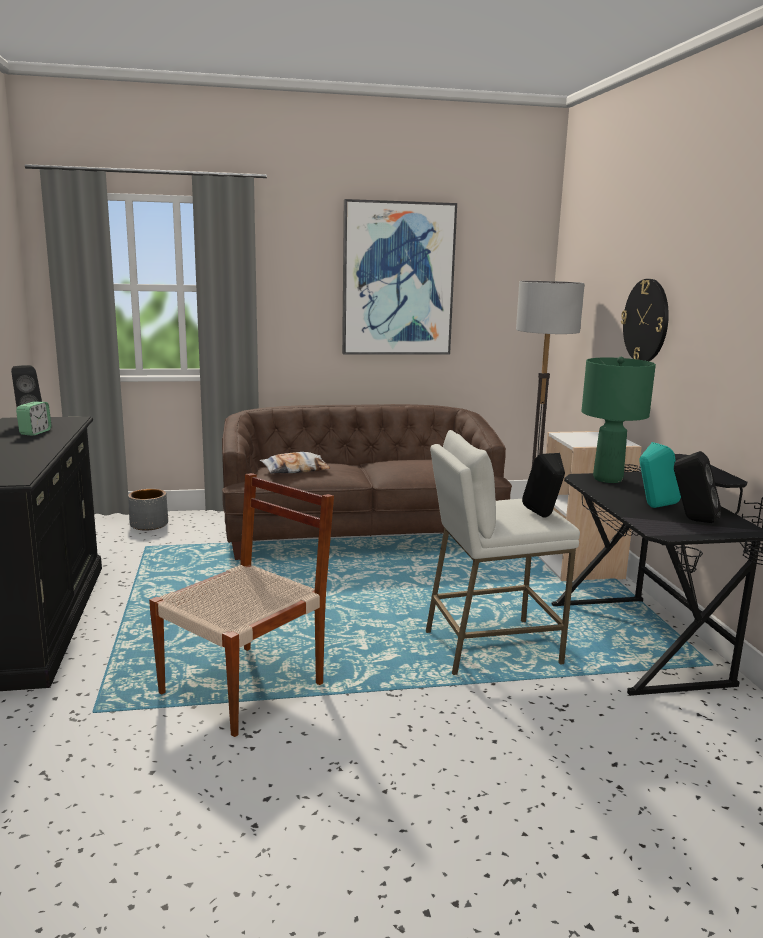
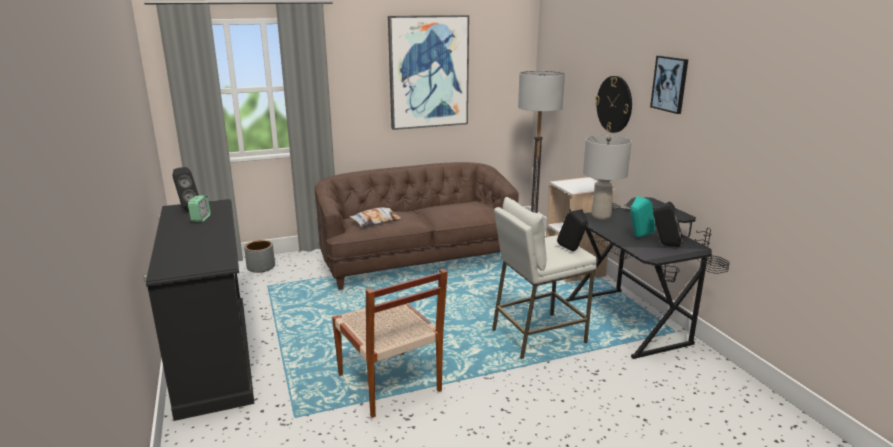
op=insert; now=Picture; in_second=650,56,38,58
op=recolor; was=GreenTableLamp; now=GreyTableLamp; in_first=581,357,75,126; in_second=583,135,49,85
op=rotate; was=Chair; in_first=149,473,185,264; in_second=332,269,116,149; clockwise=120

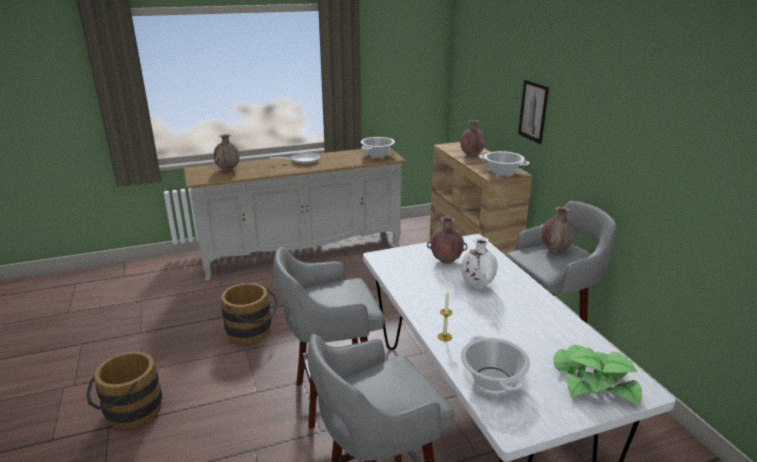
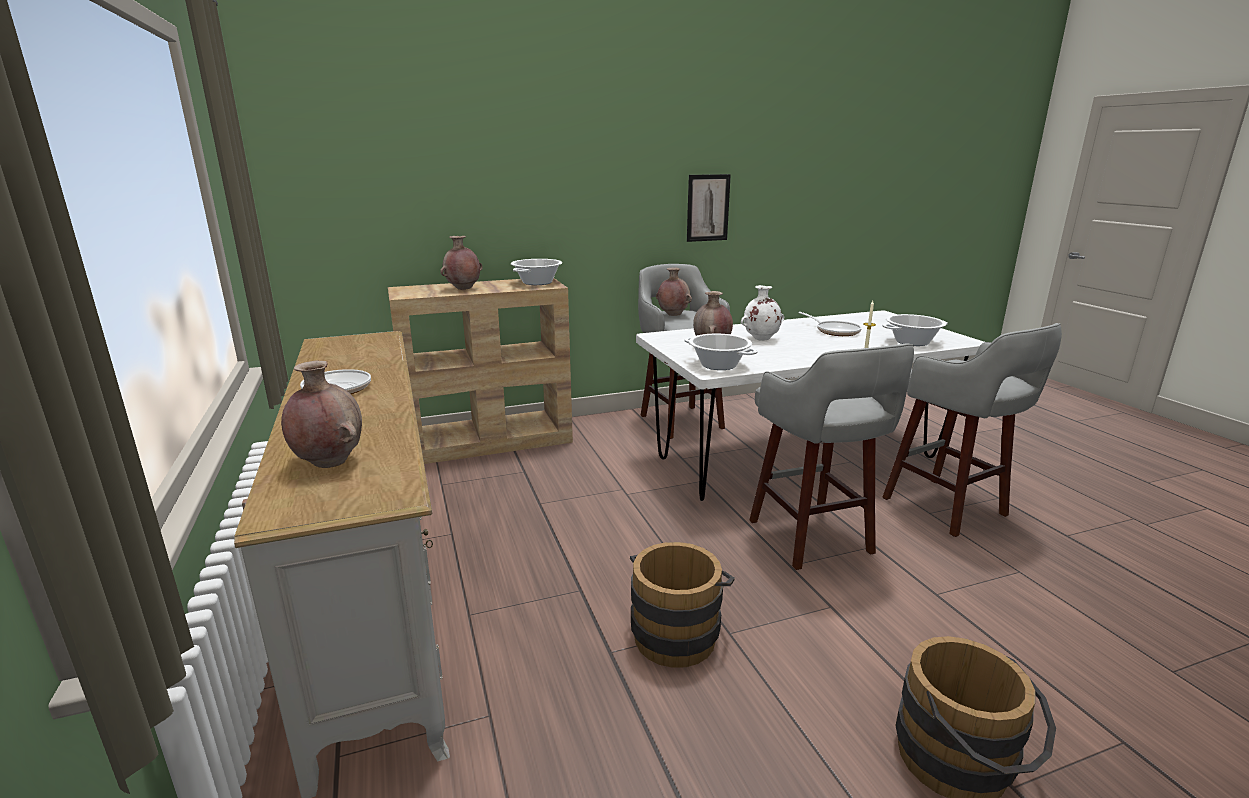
op=delete; was=PottedPlant; in_first=554,344,88,60
op=insert; now=FryingPan; in_second=799,312,63,24
op=move; was=CookingPot; in_first=361,137,34,20; in_second=685,334,73,36
op=move; was=Picture; in_first=518,79,31,65; in_second=687,174,44,68

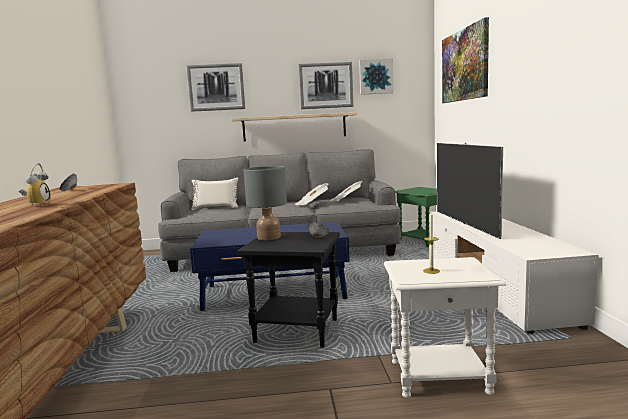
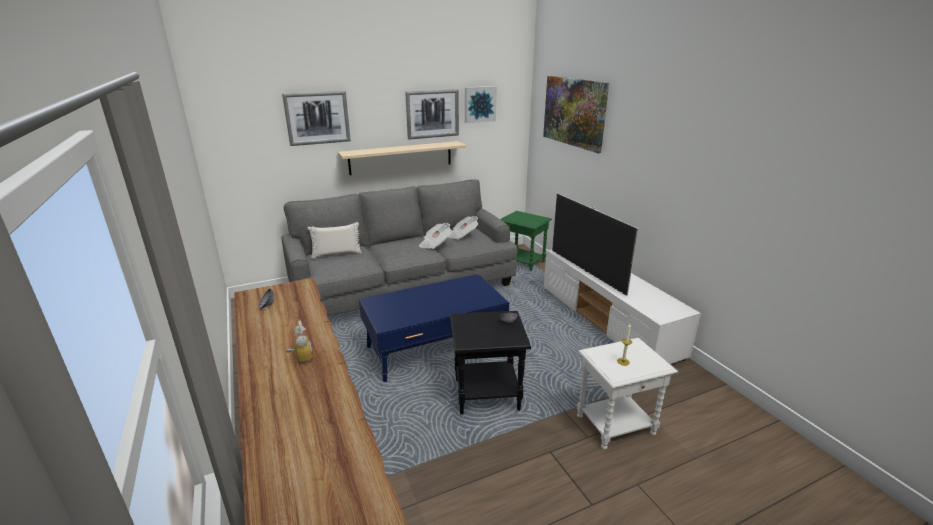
op=delete; was=GreyTableLamp; in_first=244,166,43,74

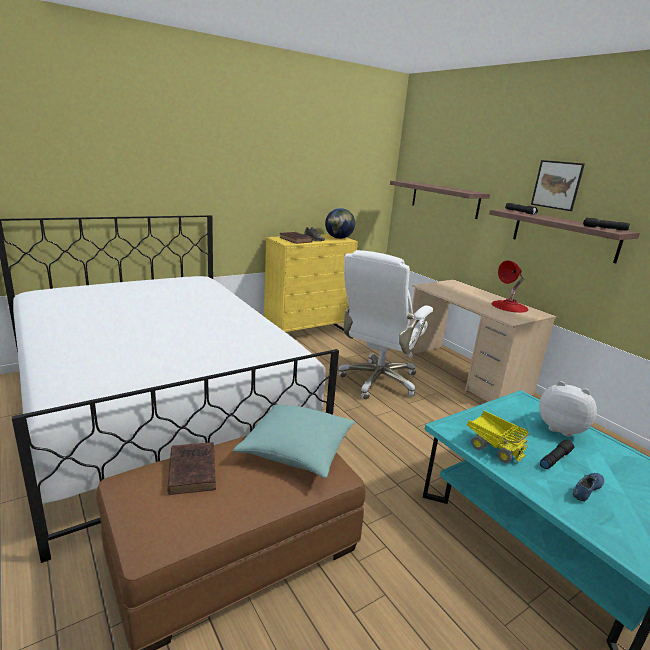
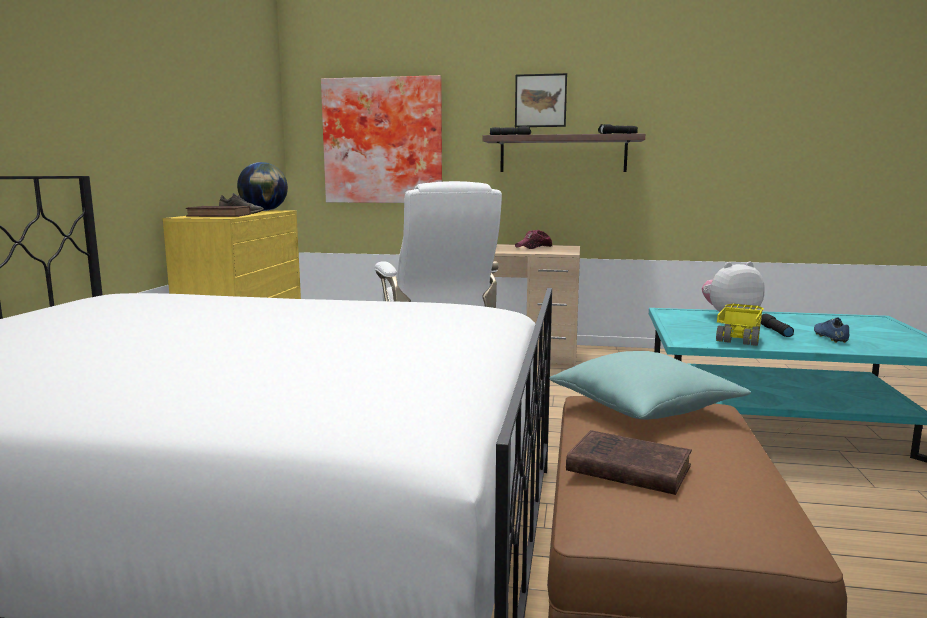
op=replace; was=Shelf; now=Picture; in_first=390,181,100,38; in_second=321,75,121,128
op=replace; was=RedTableLamp; now=Cap; in_first=492,260,36,53; in_second=515,230,37,19
op=rotate; was=ToyTruck; in_first=467,411,62,52; in_second=716,304,48,42; clockwise=-60

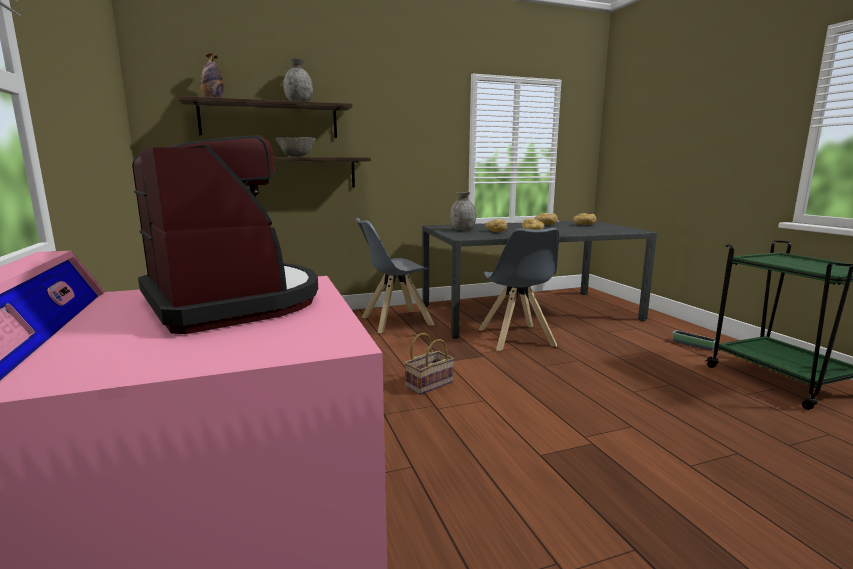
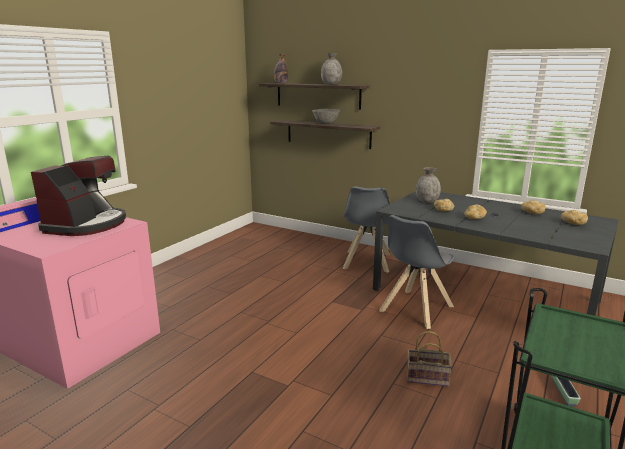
op=move; was=Basket; in_first=404,333,50,62; in_second=407,331,45,56
op=rotate; was=GreyChair; in_first=355,218,80,115; in_second=343,186,47,87; clockwise=-105

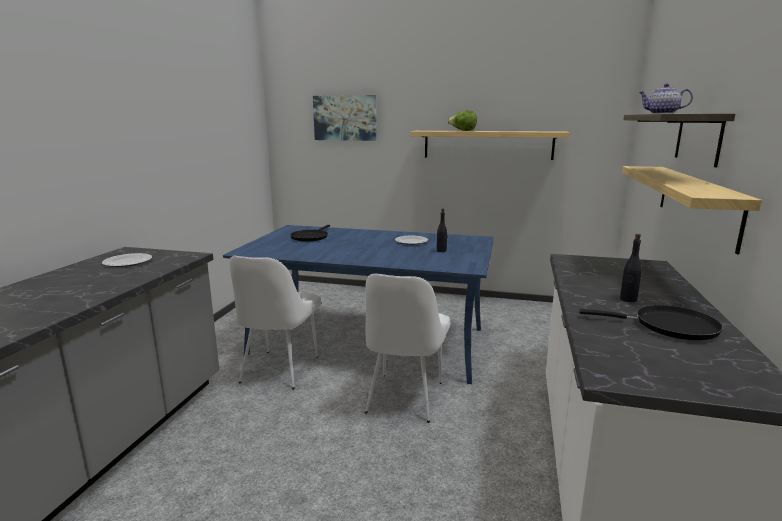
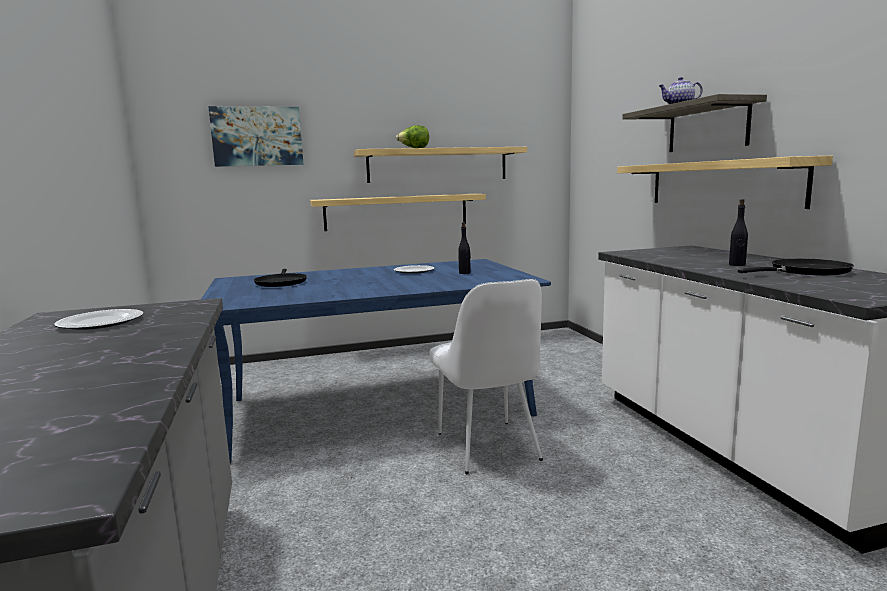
op=delete; was=WhiteChair; in_first=230,256,91,133
op=insert; now=Shelf; in_second=310,194,176,37

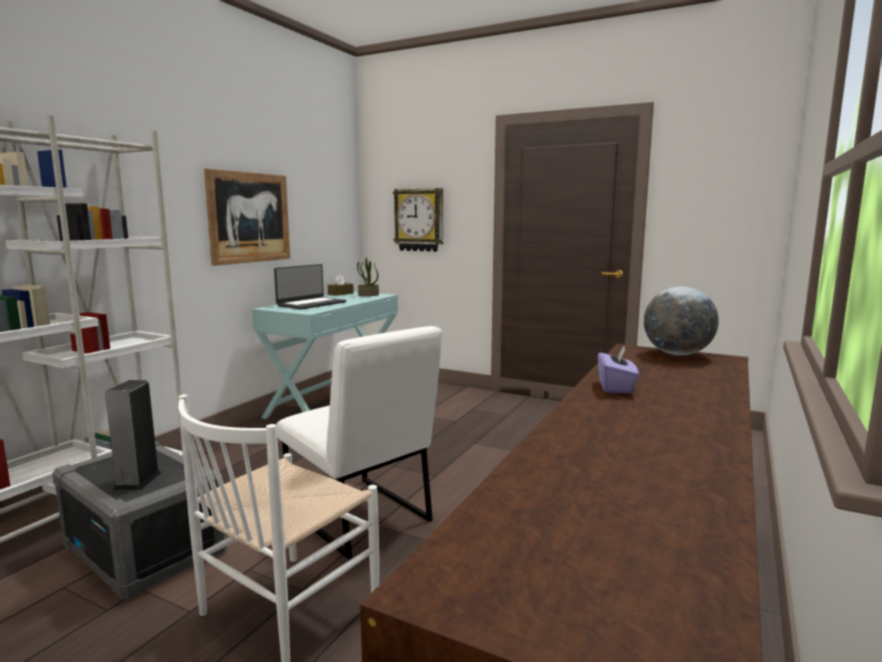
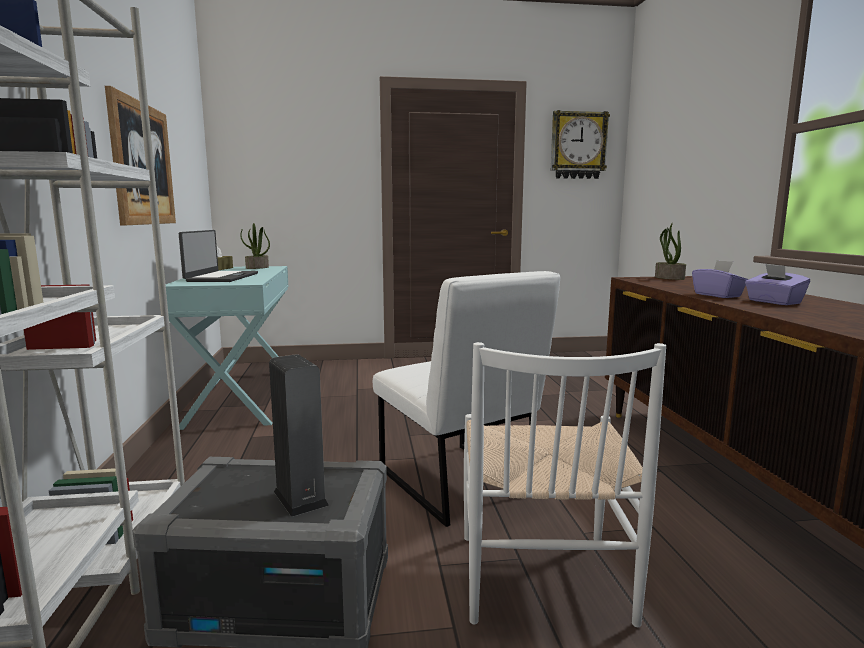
op=insert; now=PurpleTissueBox; in_second=745,264,65,41
op=move; was=WallClock; in_first=393,188,50,64; in_second=551,110,59,69
op=replace; was=Globe; now=PottedPlant; in_first=644,286,75,70; in_second=655,222,31,58
op=rotate; was=WhiteChair; in_first=276,326,166,233; in_second=373,271,187,256; clockwise=45

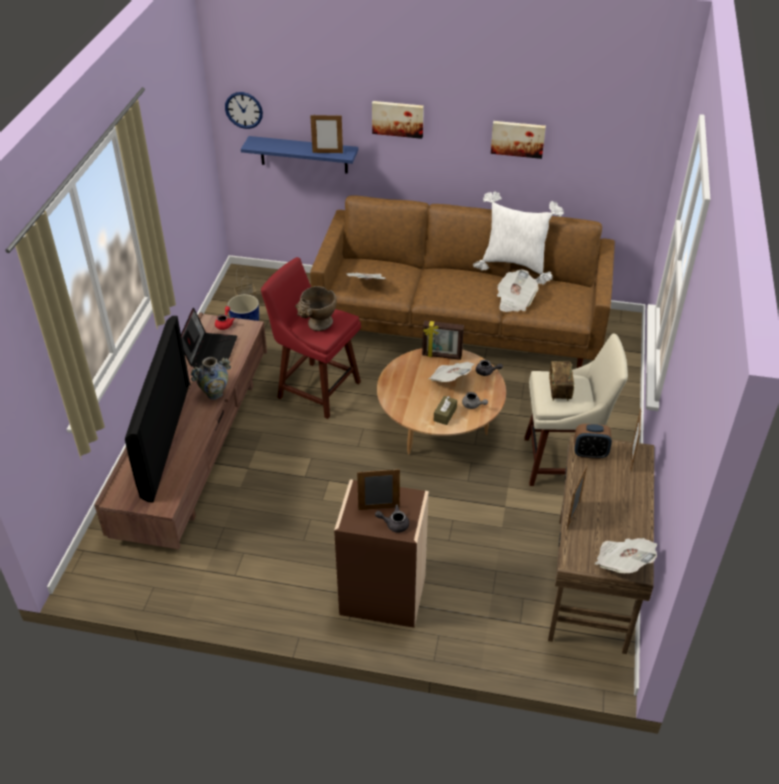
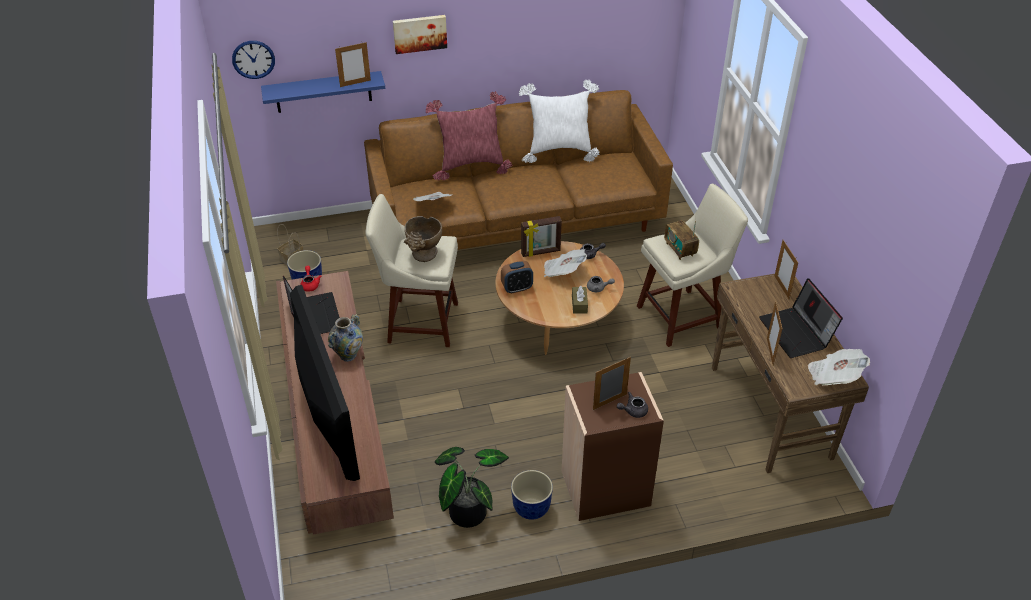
op=delete; was=Picture; in_first=491,121,55,38
op=delete; was=Newspaper; in_first=497,269,41,43
op=insert; now=RedPillow; in_second=425,92,87,89
op=insert; now=PottedPlant; in_second=435,447,74,81
op=insert; now=Planter; in_second=511,470,42,50
op=insert; now=Laptop; in_second=759,278,84,80
op=move; was=AlarmClock; in_first=574,424,38,35; in_second=501,261,32,33
op=recolor; was=RedStool; now=BeigeStool; in_first=261,257,100,162; in_second=365,194,93,153

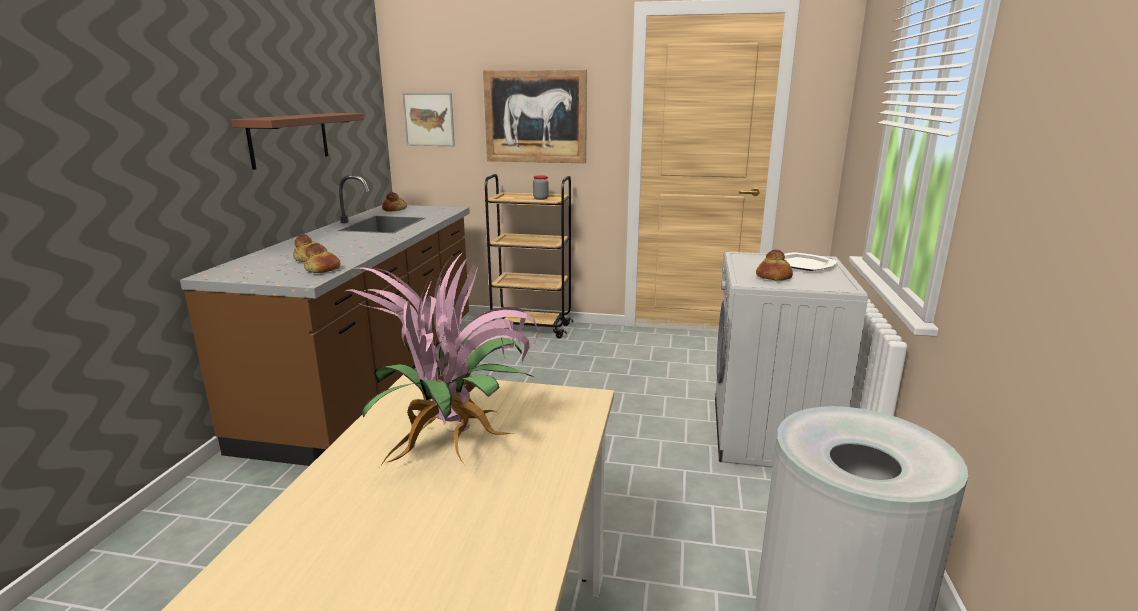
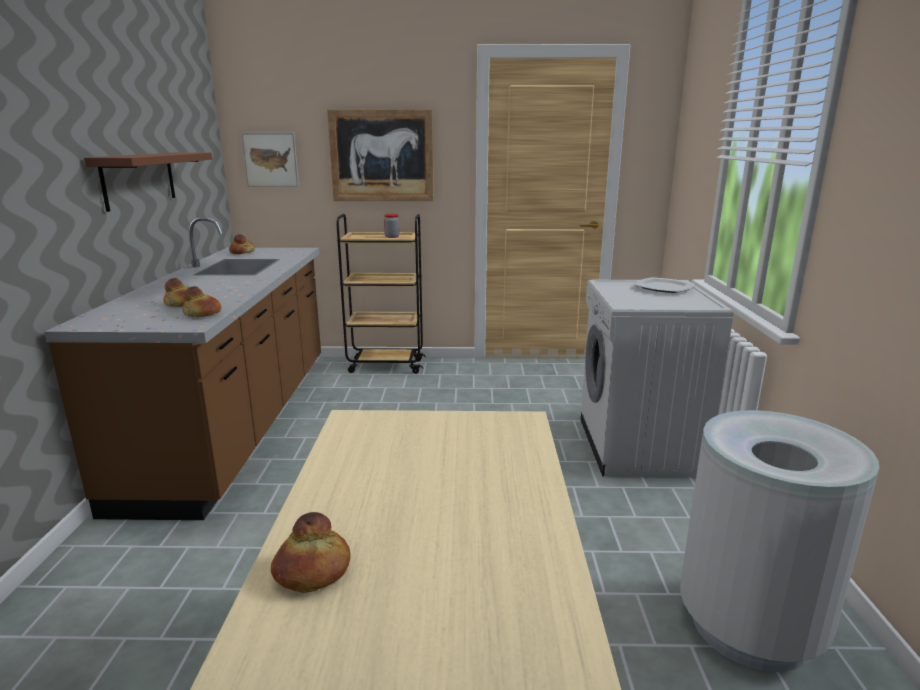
op=delete; was=PottedPlant; in_first=346,249,193,218
op=move; was=Bread; in_first=756,249,37,31; in_second=271,512,80,81

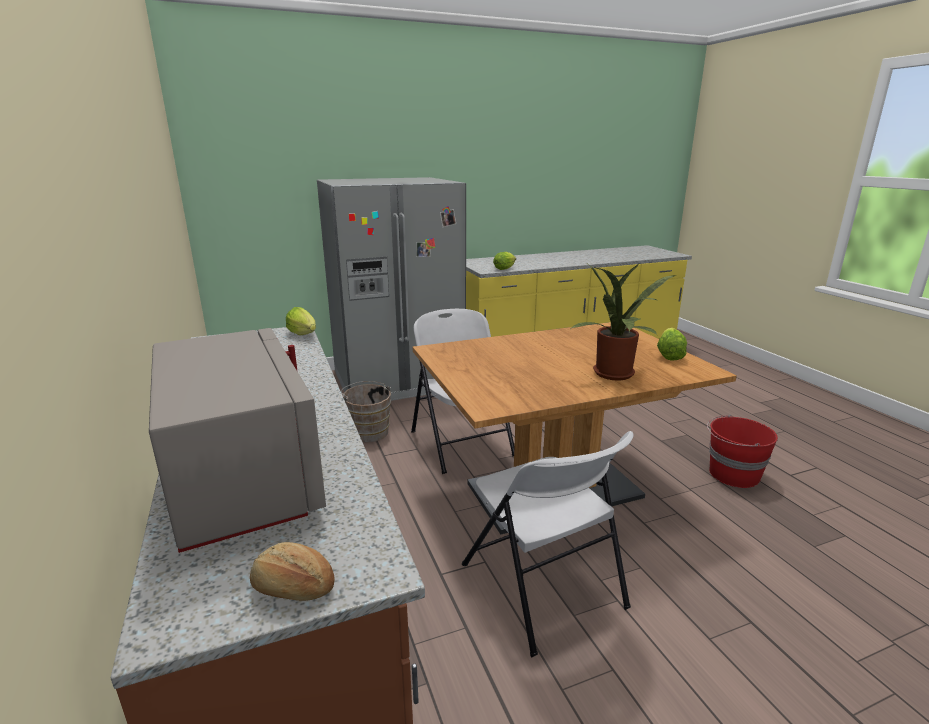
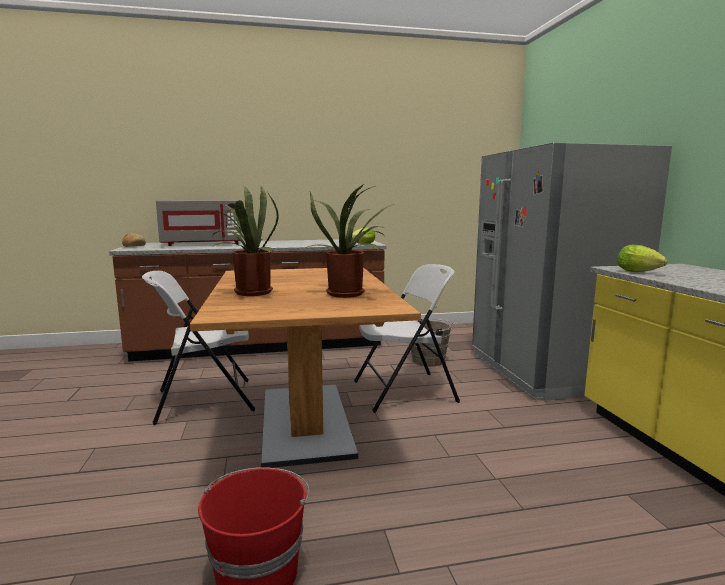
op=delete; was=Lettuce; in_first=657,328,30,33
op=insert; now=PottedPlant; in_second=308,184,87,114

